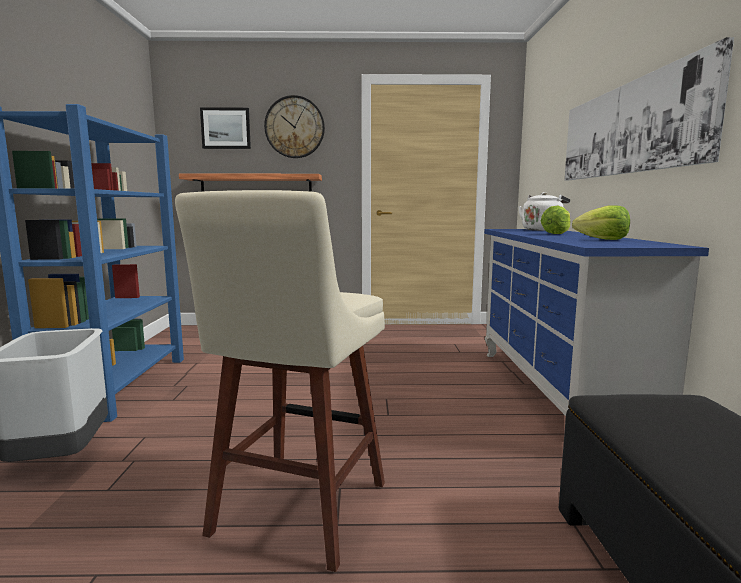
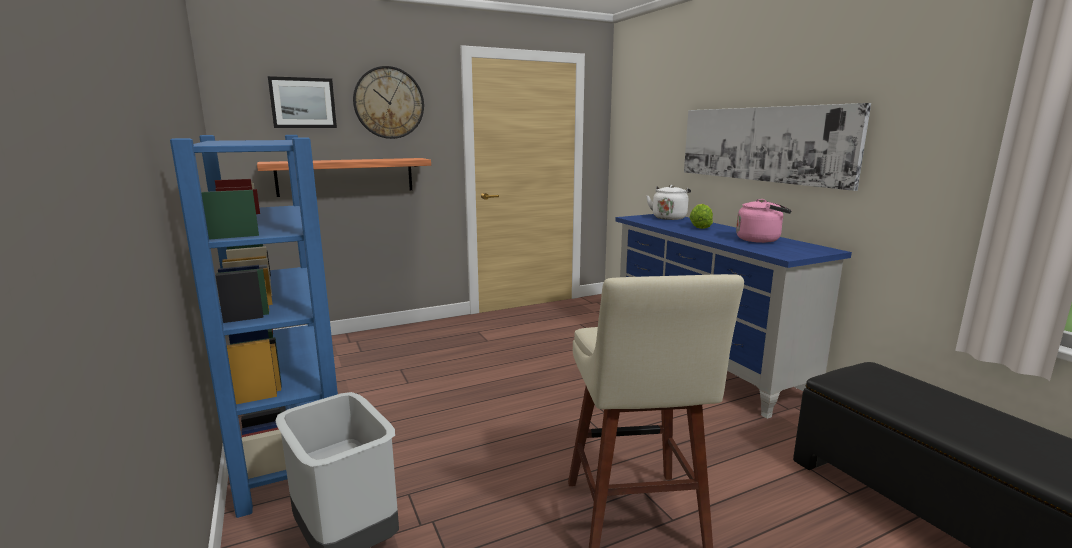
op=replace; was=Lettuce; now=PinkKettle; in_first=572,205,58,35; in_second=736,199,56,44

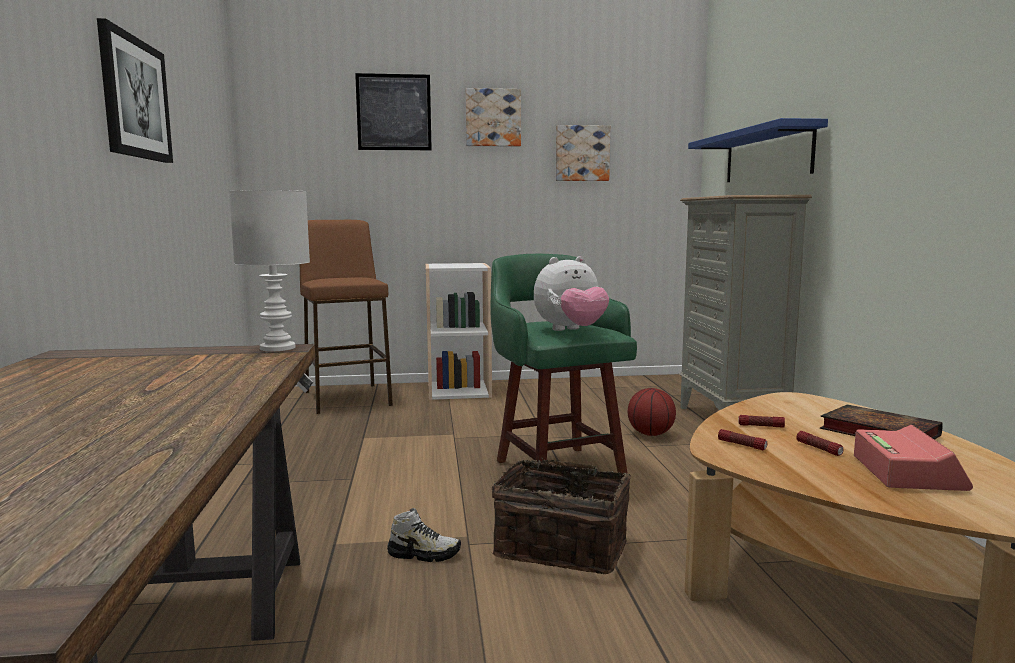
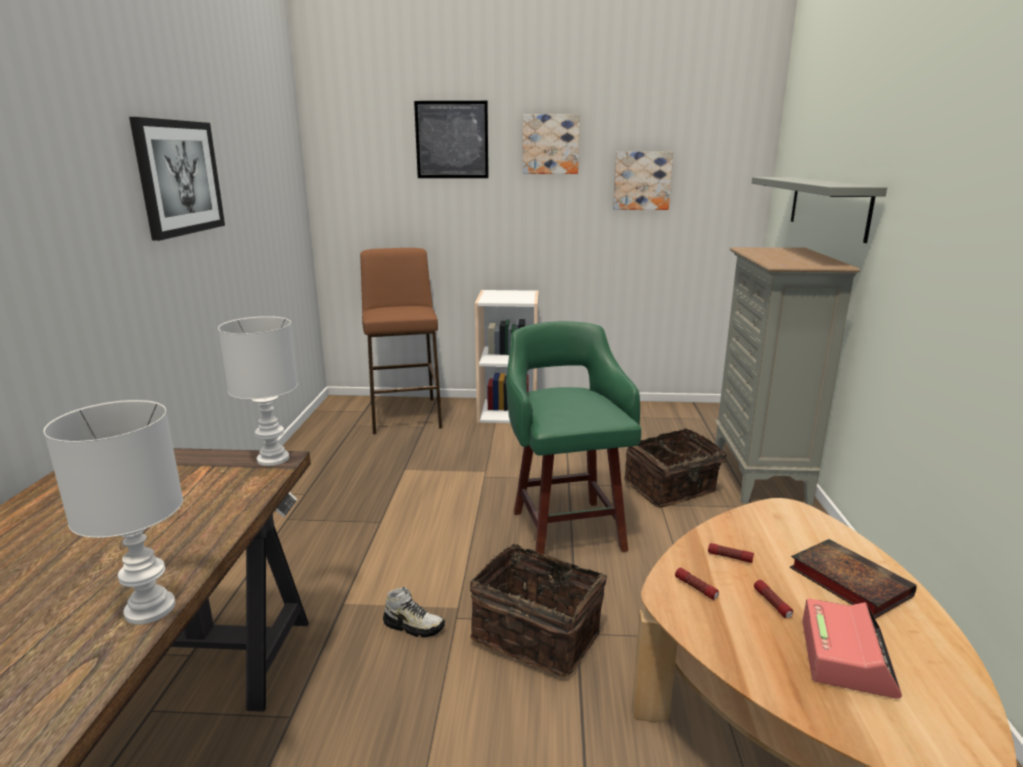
op=delete; was=PlushToy; in_first=534,256,75,75
op=insert; now=WhiteTableLamp; in_second=44,400,139,225
op=replace; was=Basketball; now=Basket; in_first=628,388,48,48; in_second=624,428,109,80
op=recolor; was=BlueShelf; now=GreyShelf; in_first=688,118,140,64; in_second=752,177,135,66

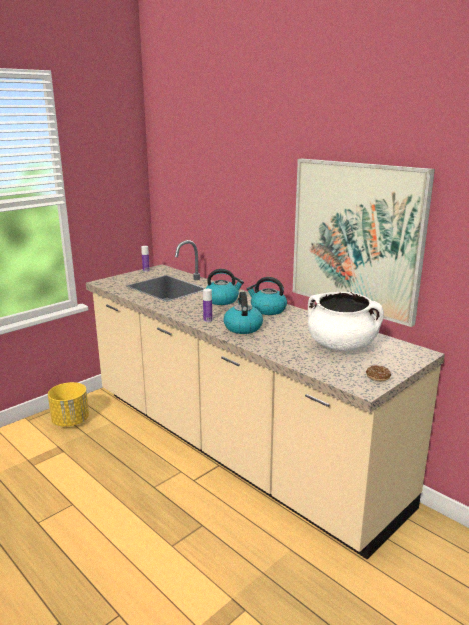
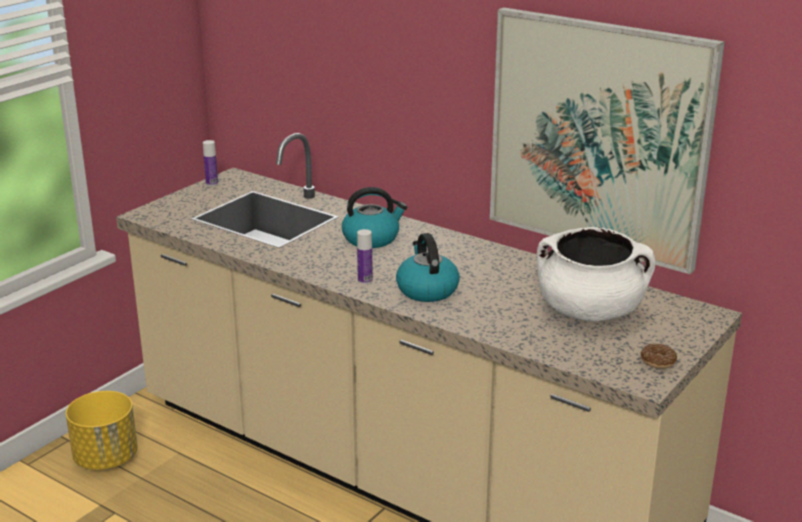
op=delete; was=Kettle; in_first=247,277,40,38

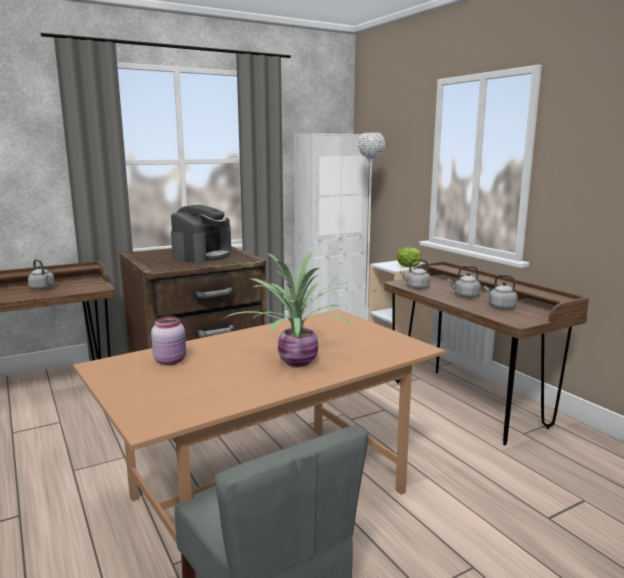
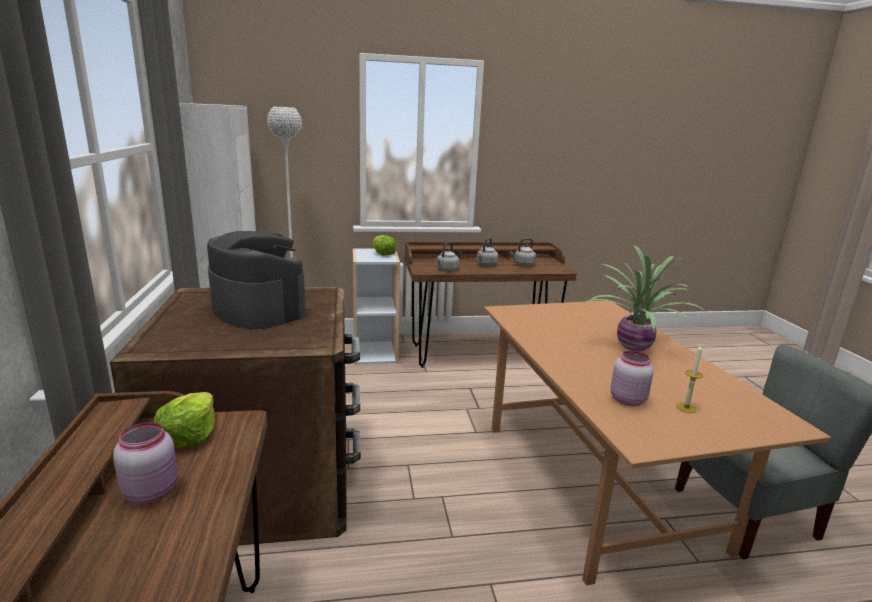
op=insert; now=Lettuce; in_second=154,392,61,55
op=insert; now=Candle; in_second=676,345,27,68
op=replace; was=GreyKettle; now=PinkJar; in_first=28,259,27,31; in_second=113,422,65,82

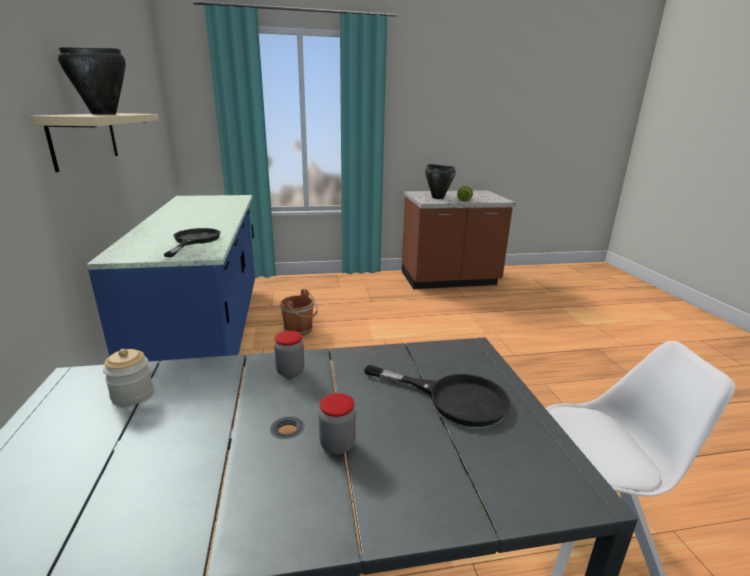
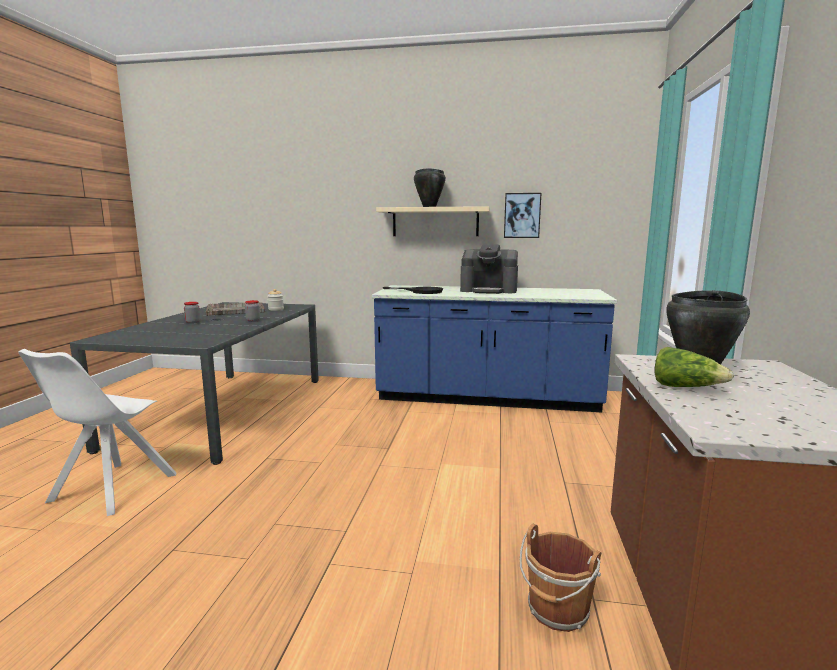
op=delete; was=BlackFryingPan; in_first=364,365,146,62
op=insert; now=GreyTray; in_second=206,302,59,14
op=insert; now=CoffeeMachine; in_second=460,244,58,50
op=insert; now=Picture; in_second=504,193,37,45
op=move; was=BrownBucket; in_first=280,289,38,46; in_second=520,524,81,108

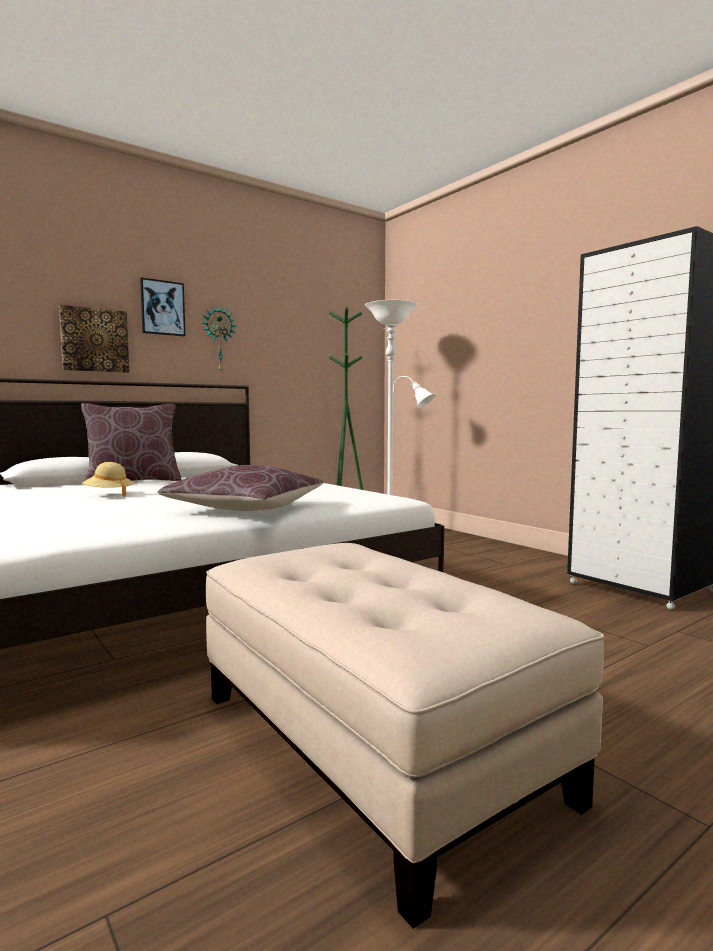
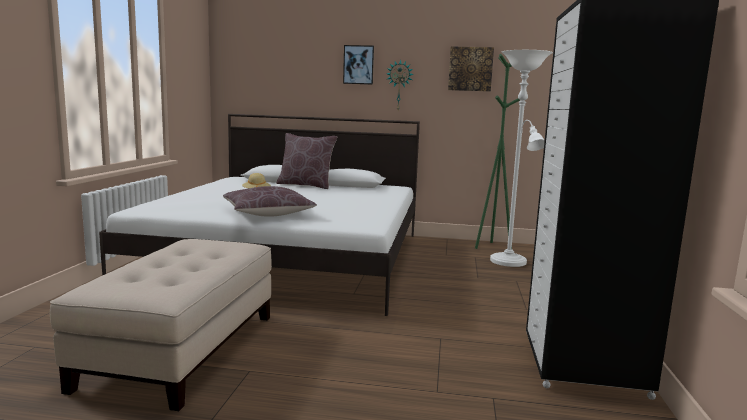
op=move; was=Picture; in_first=59,305,70,68; in_second=448,46,46,45

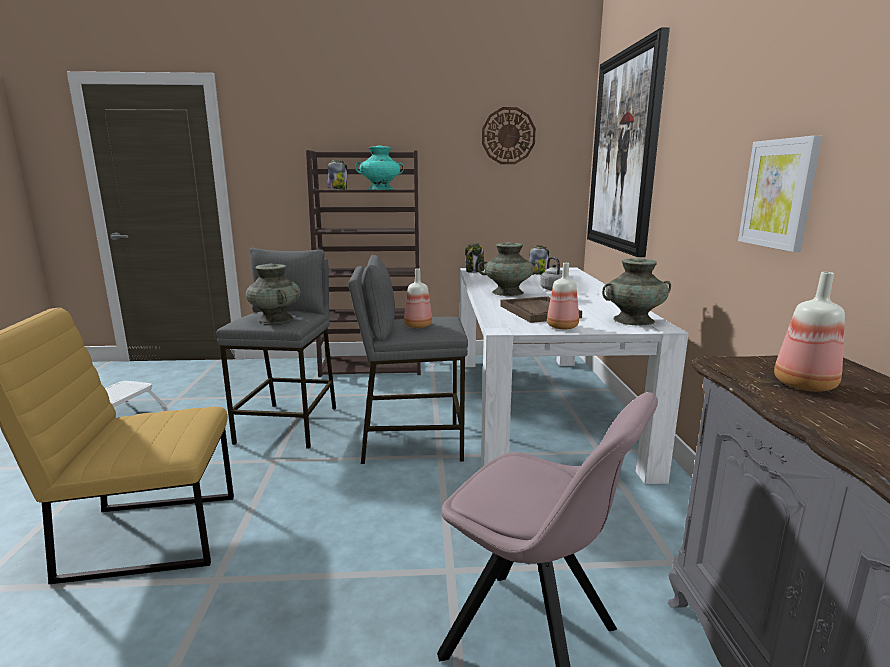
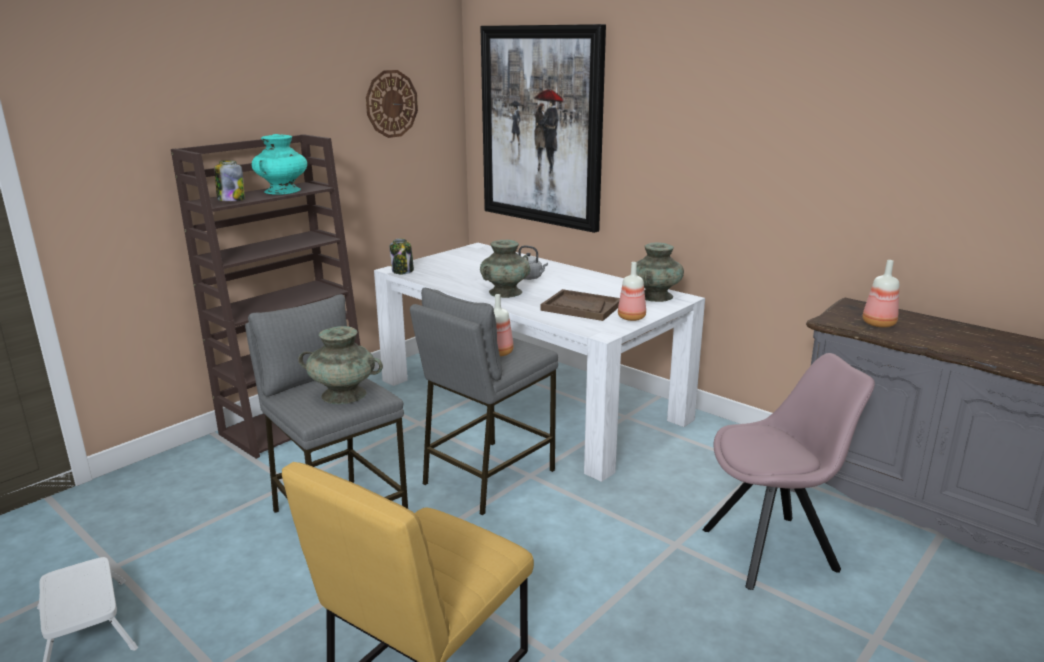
op=delete; was=Jar; in_first=529,245,20,30
op=delete; was=Picture; in_first=738,135,84,117

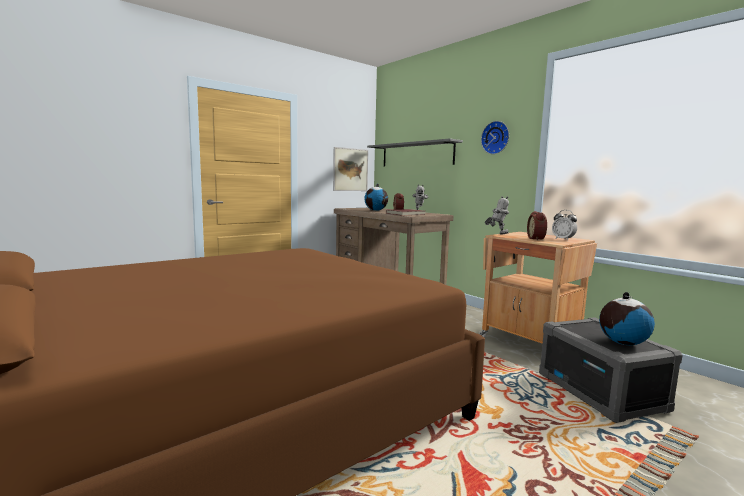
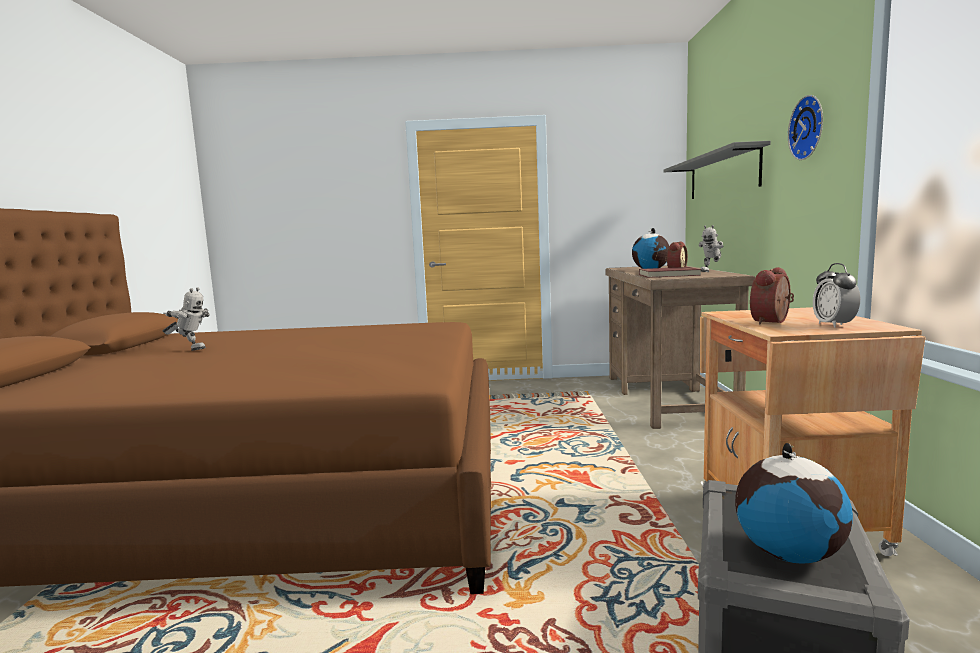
op=delete; was=Picture; in_first=333,147,35,44
op=move; was=ToyRobot; in_first=485,196,24,39; in_second=162,287,48,64

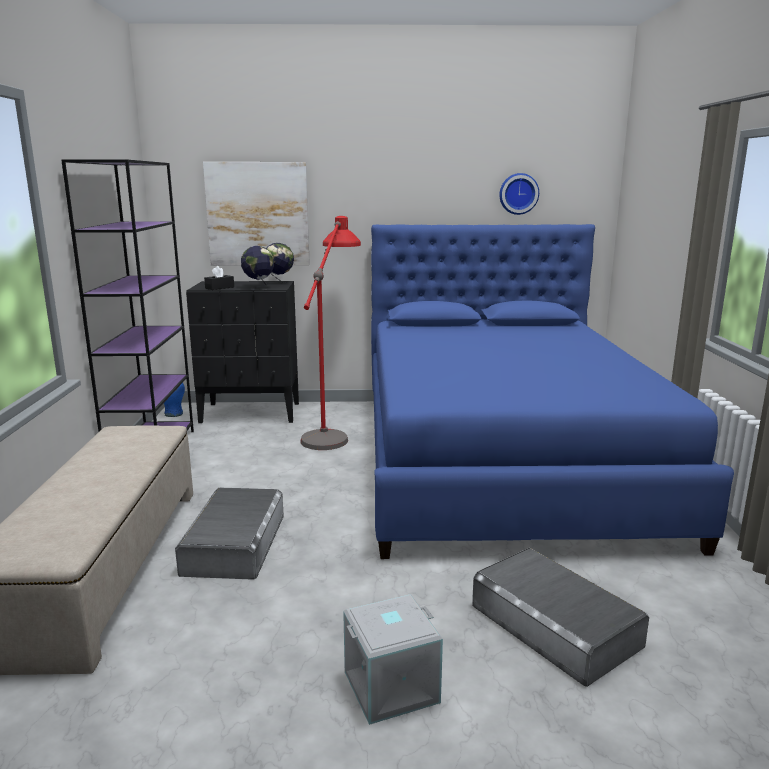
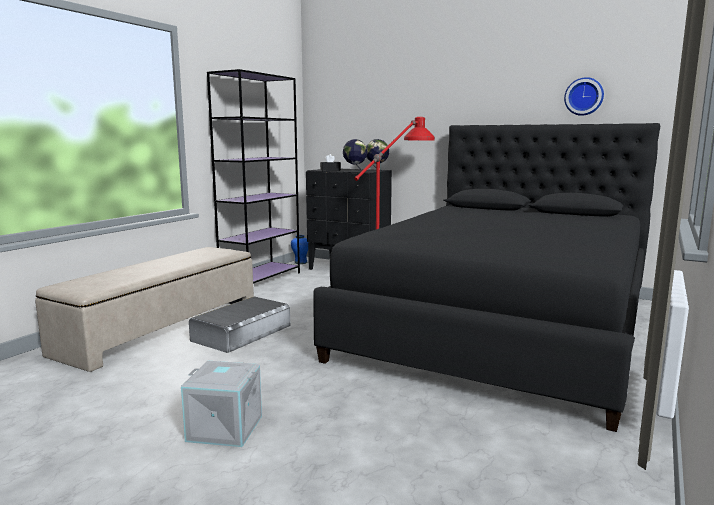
op=delete; was=Picture; in_first=203,162,107,104
op=delete; was=GreyStorageBox; in_first=472,548,177,139
op=recolor; was=BlueBed; now=BlackBed; in_first=371,224,363,335; in_second=313,123,347,309

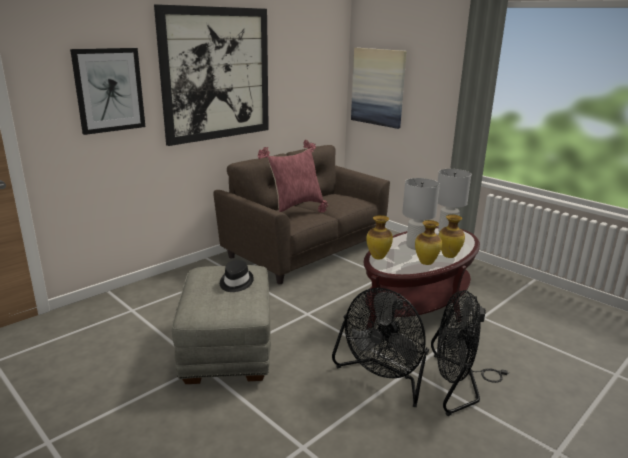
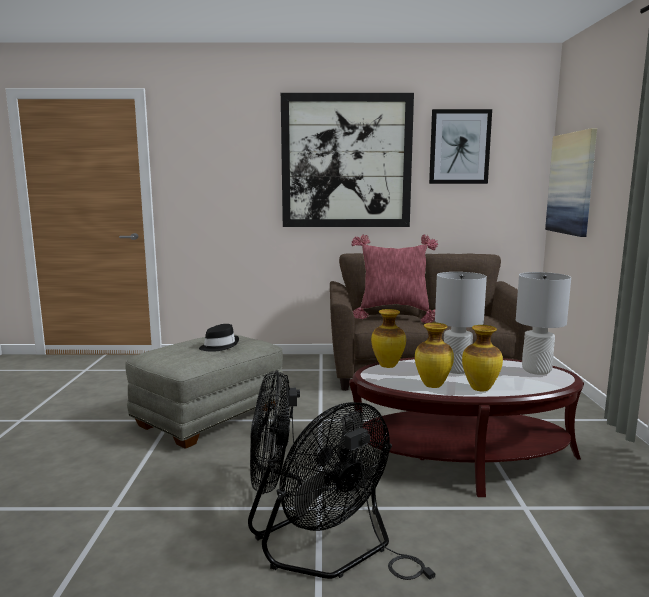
op=move; was=Picture; in_first=70,48,75,87; in_second=429,109,63,75

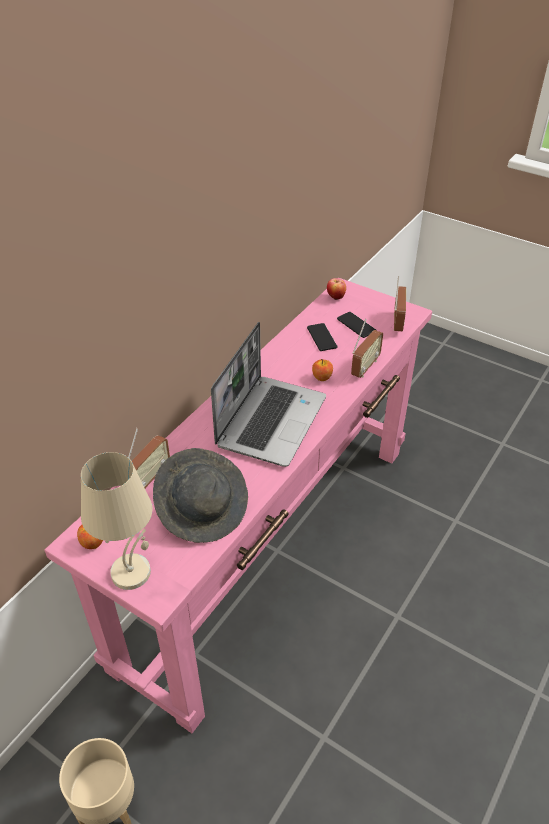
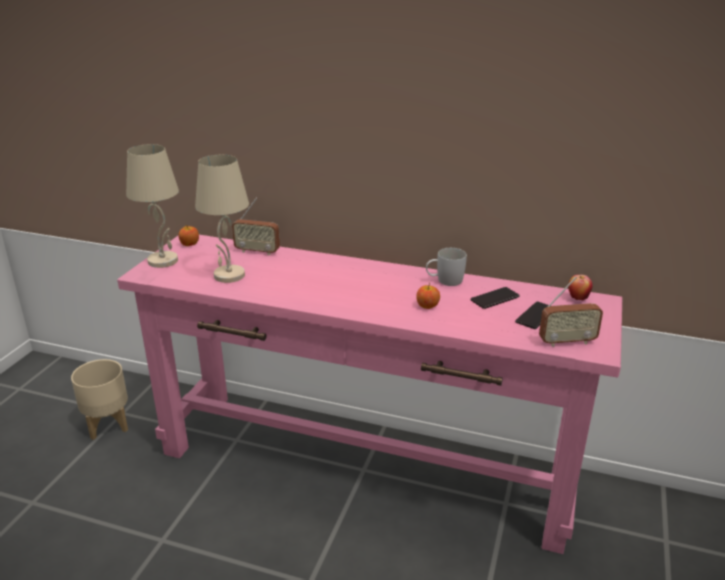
op=delete; was=Laptop; in_first=211,322,115,145
op=delete; was=Radio; in_first=351,318,32,60
op=insert; now=WhiteMug; in_second=426,248,41,38
op=replace; was=GreyHat; now=BeigeTableLamp; in_first=153,448,95,95; in_second=195,155,54,128

